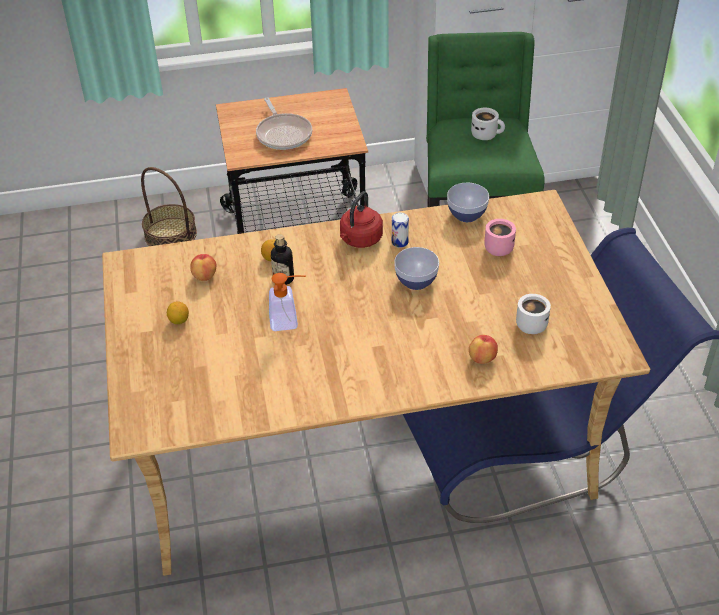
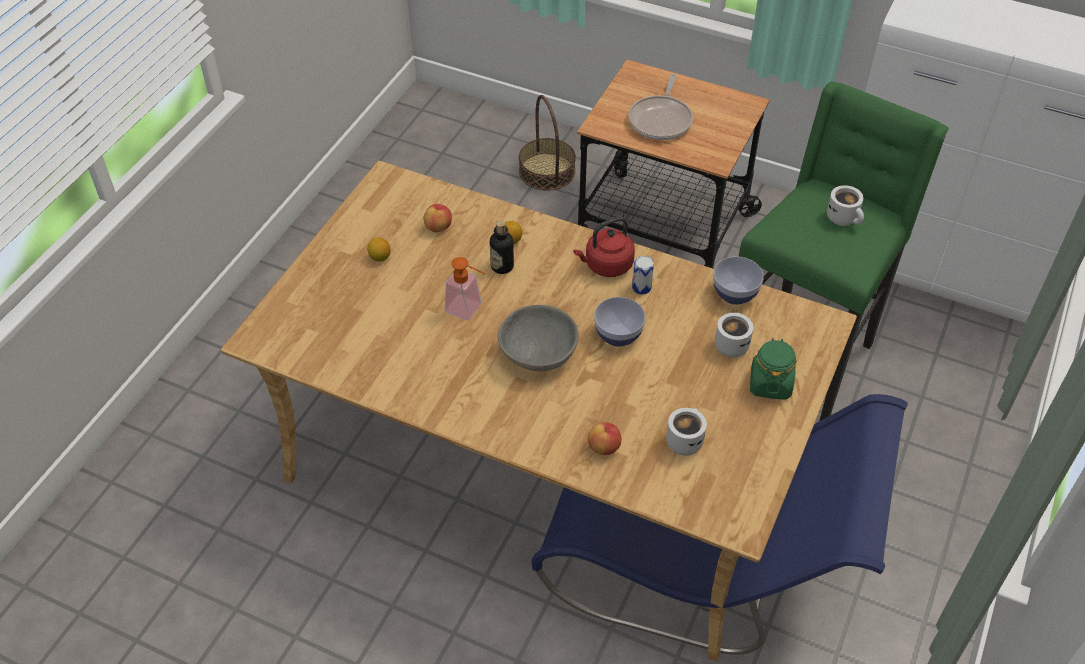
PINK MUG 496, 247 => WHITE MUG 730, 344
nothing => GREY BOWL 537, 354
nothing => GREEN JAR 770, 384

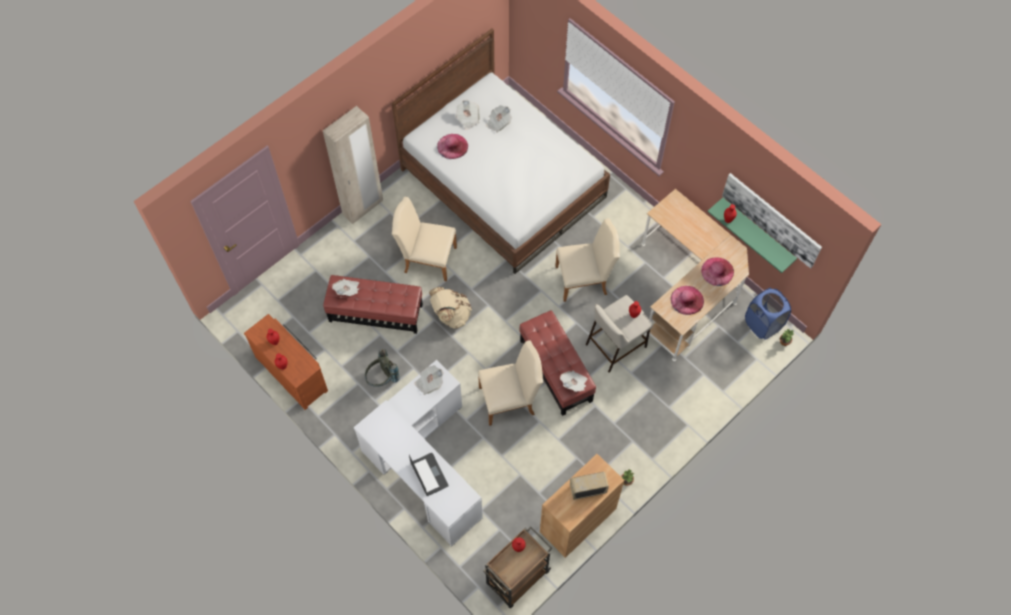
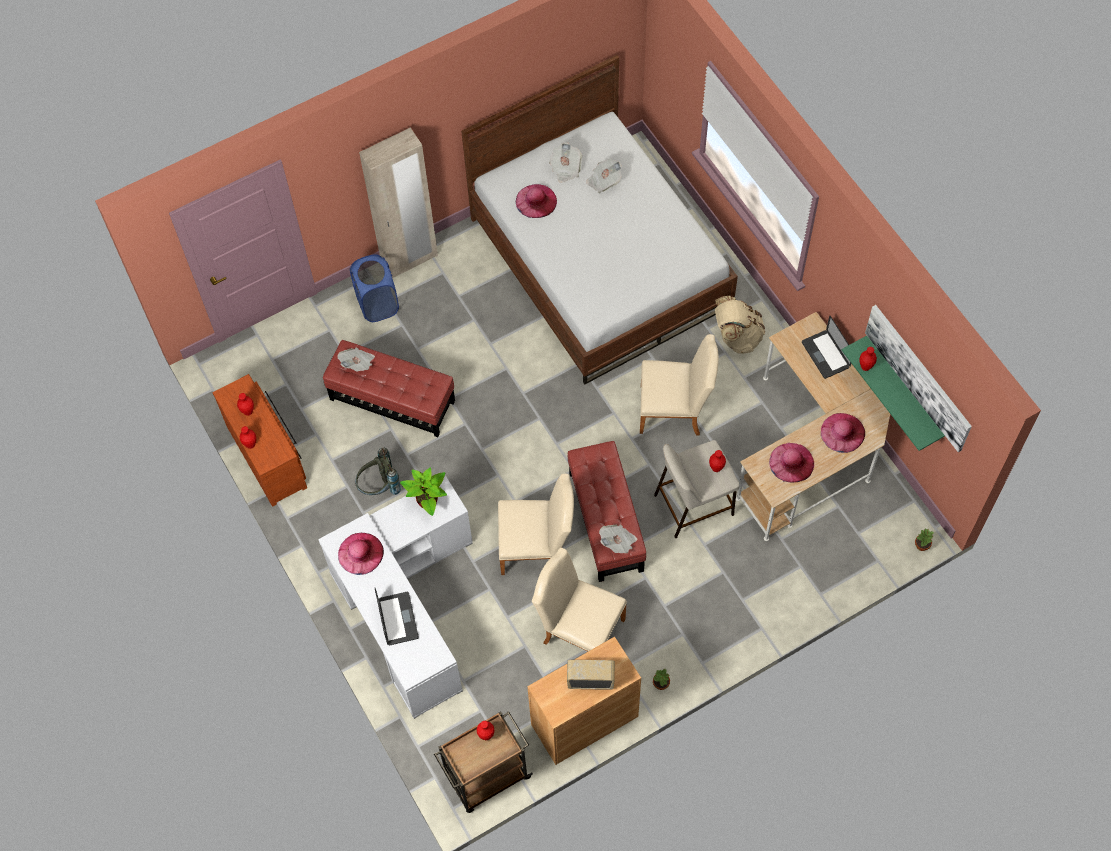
BEIGE CHAIR 426, 258 => BEIGE CHAIR 579, 628, relocated
NEWSPAPER 429, 383 => POTTED PLANT 428, 502
BEIGE BACKPACK 451, 315 => BEIGE BACKPACK 736, 336, relocated
BLUE LAUNDRY BASKET 763, 324 => BLUE LAUNDRY BASKET 377, 304, relocated
nothing => PINK HAT 360, 553
nothing => LAPTOP 825, 355

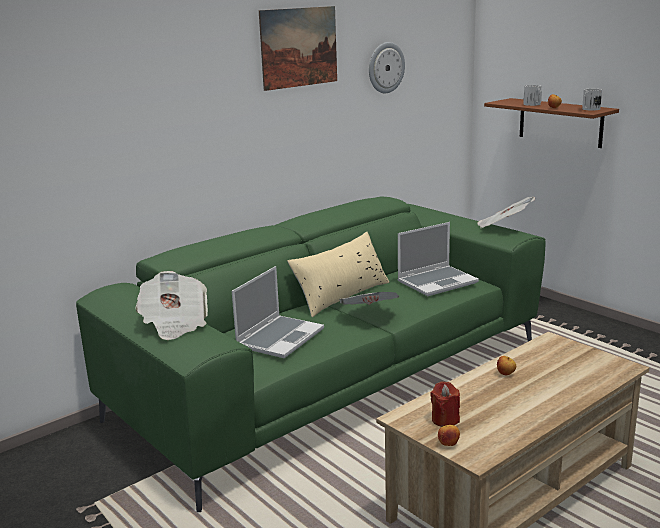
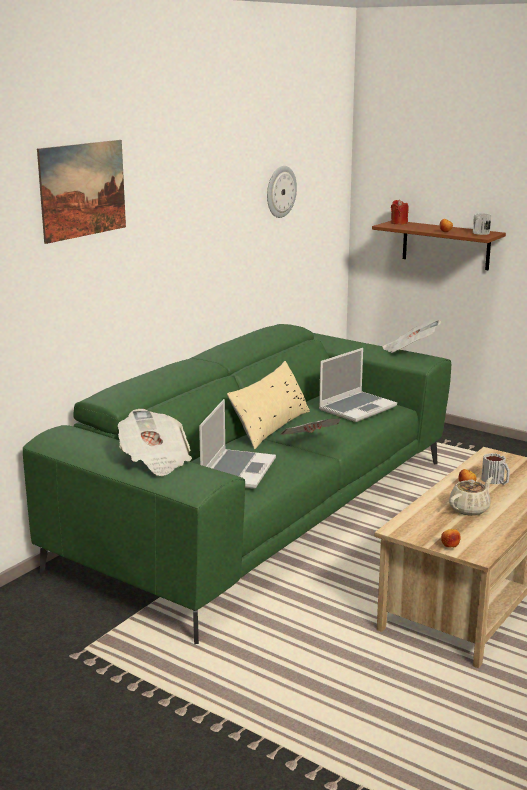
PICTURE 299, 47 => PICTURE 83, 190, relocated
RED CANDLE 445, 420 => RED CANDLE 399, 223, relocated
MUG 533, 105 => MUG 496, 481, relocated
nothing => BEIGE TEAPOT 469, 509

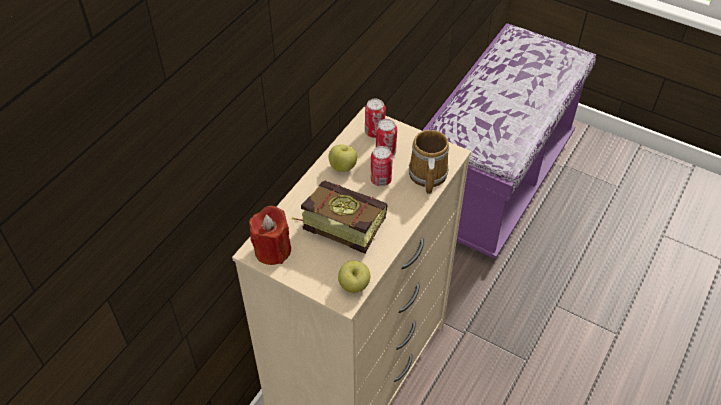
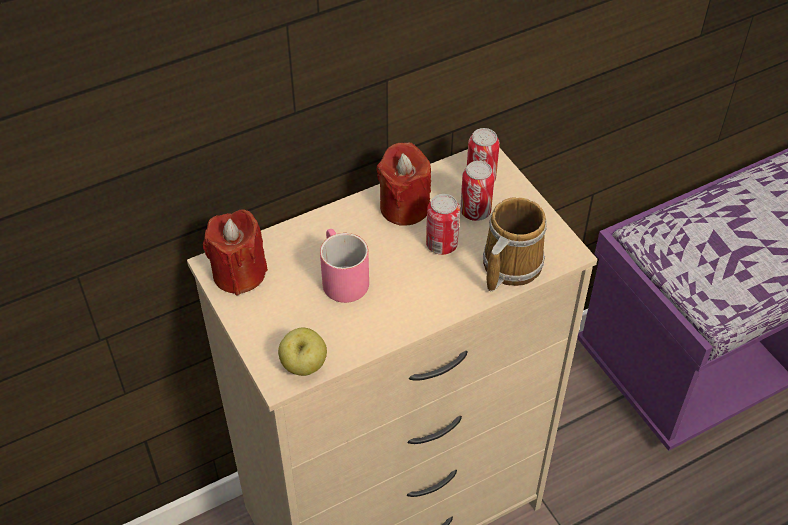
BOOK 336, 225 => PINK MUG 340, 278
APPLE 343, 167 => RED CANDLE 404, 207

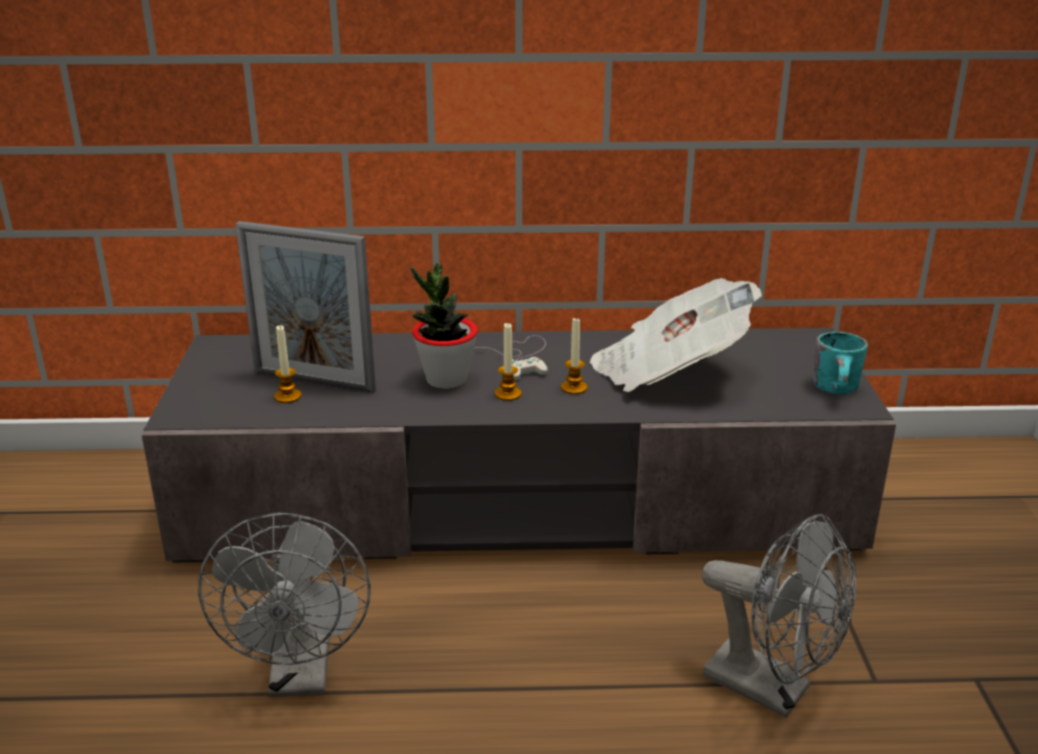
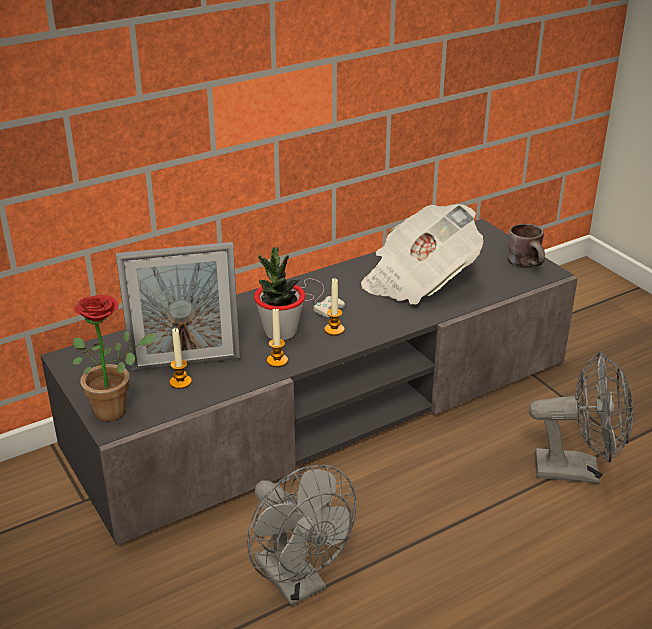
CANDLE 574, 388 => CANDLE 277, 361, relocated
TURQUOISE MUG 840, 390 => BROWN MUG 528, 264
nothing => POTTED PLANT 117, 409

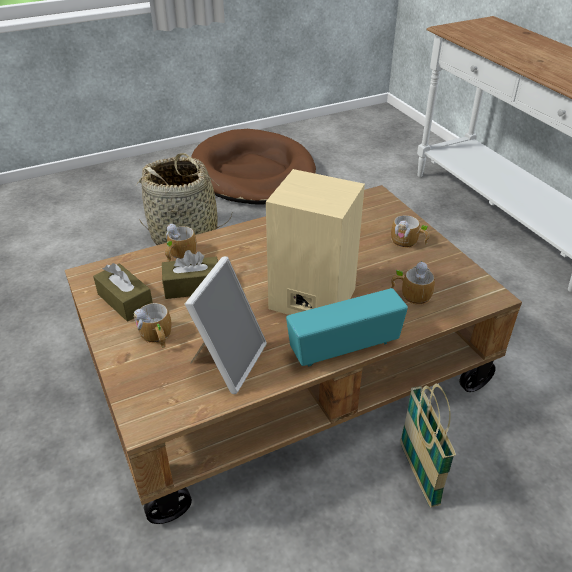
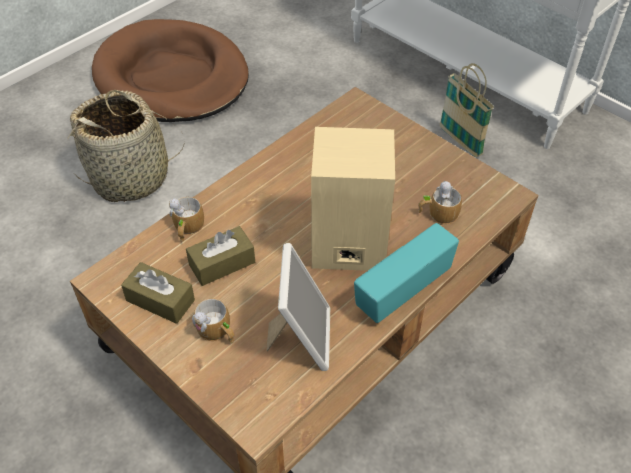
MUG 408, 242 => nothing
BASKET 418, 474 => BASKET 460, 141, relocated

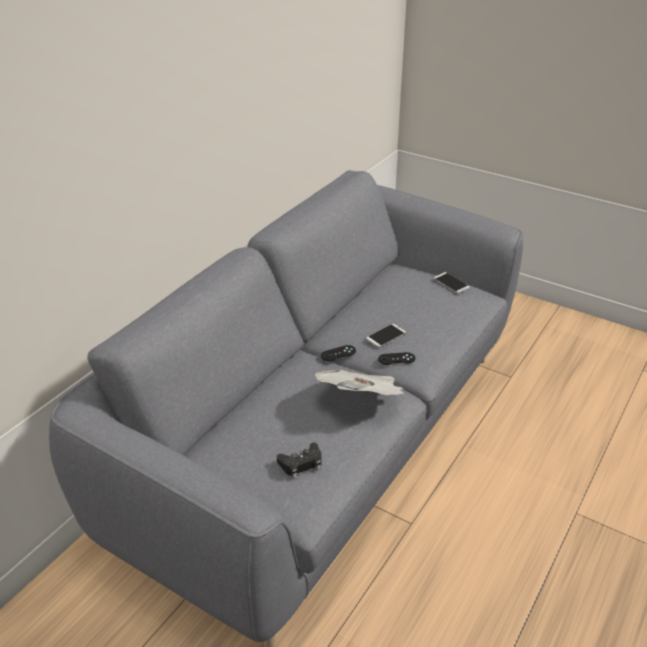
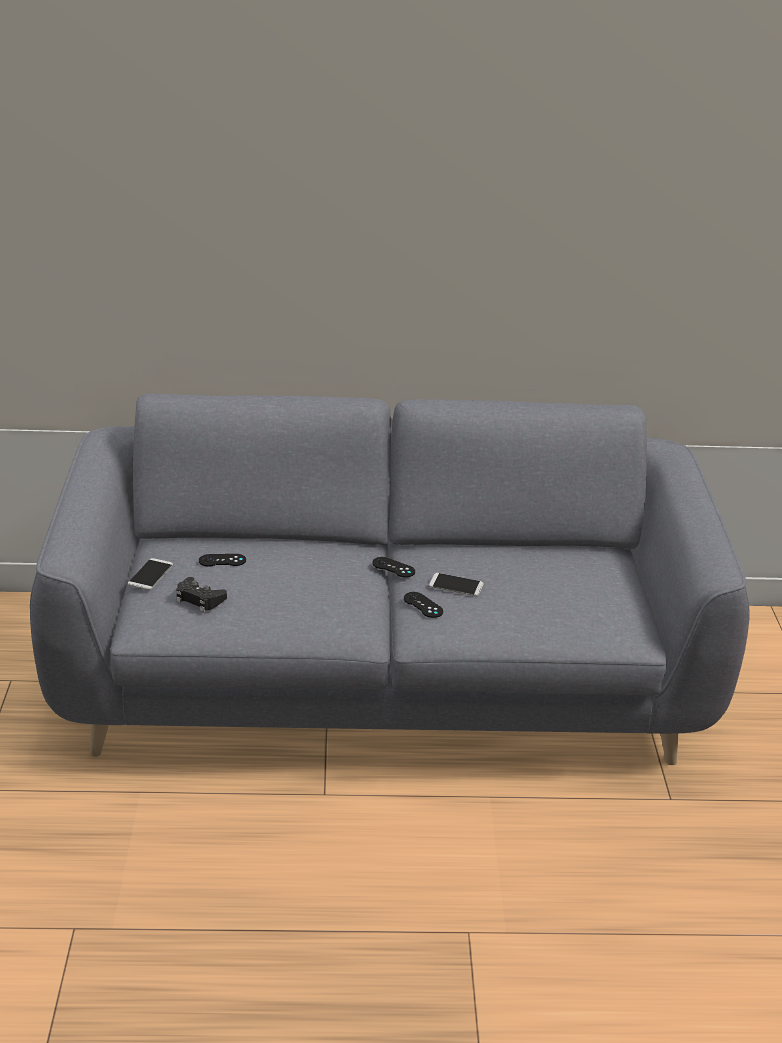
NEWSPAPER 362, 400 => nothing
PHONE 451, 283 => PHONE 150, 575, relocated
nothing => BLACK GAME CONTROLLER 222, 560

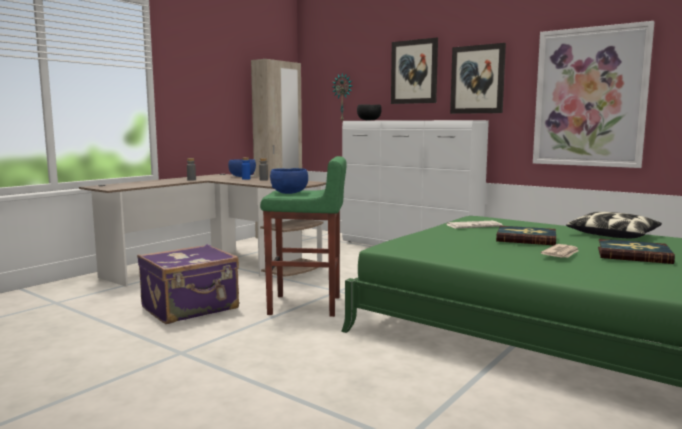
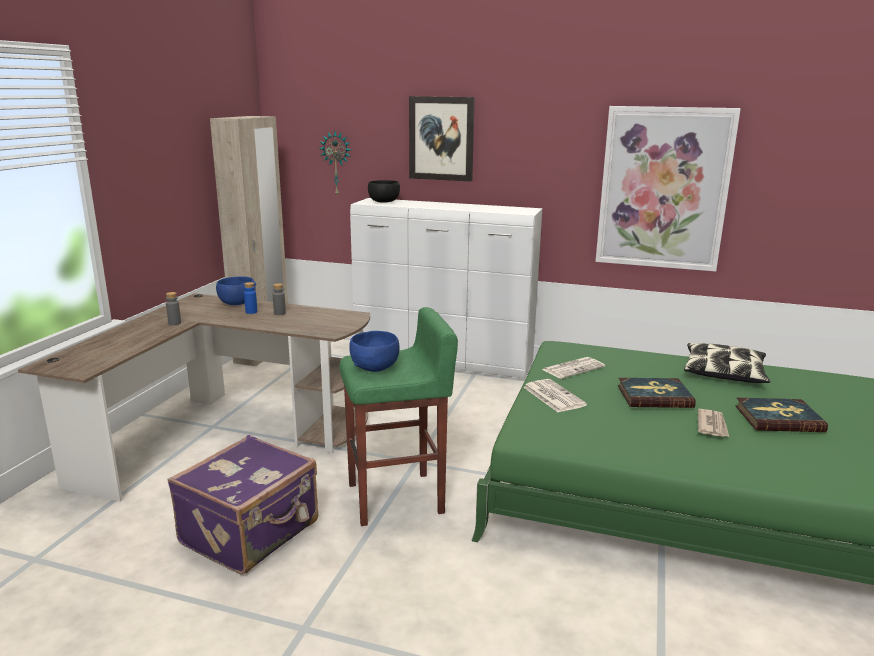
PICTURE 477, 79 => nothing
nothing => NEWSPAPER 552, 396

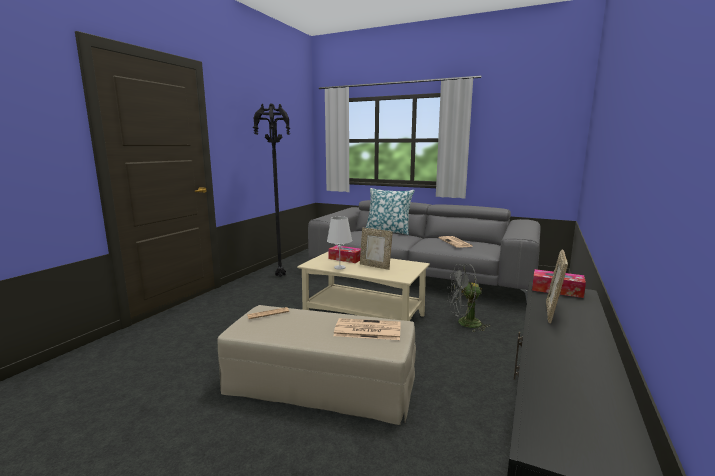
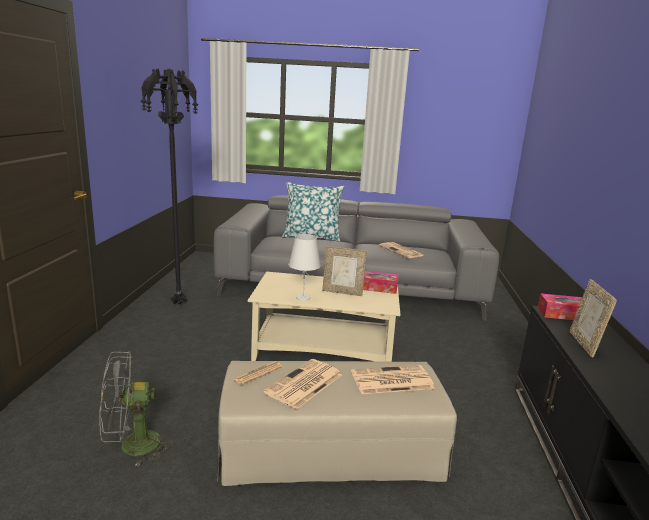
TISSUE BOX 345, 259 => TISSUE BOX 377, 288, relocated
GREY FAN 464, 324 => GREY FAN 131, 447, relocated
nothing => NEWSPAPER 304, 384

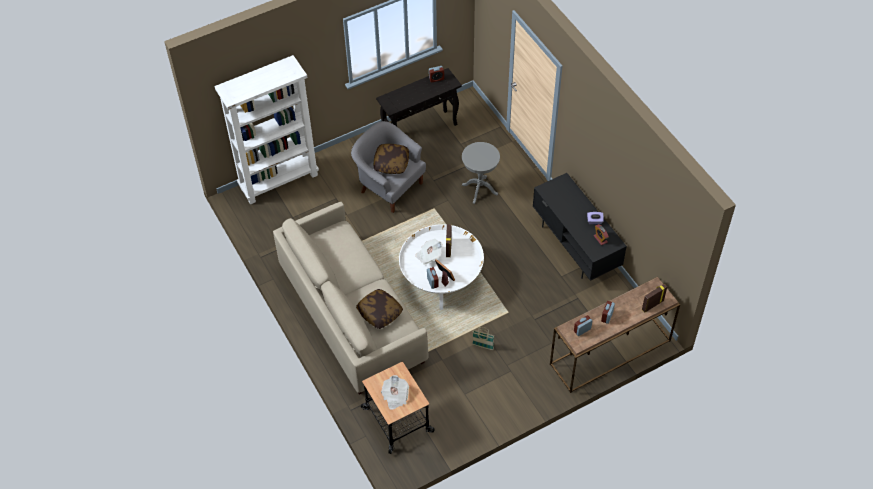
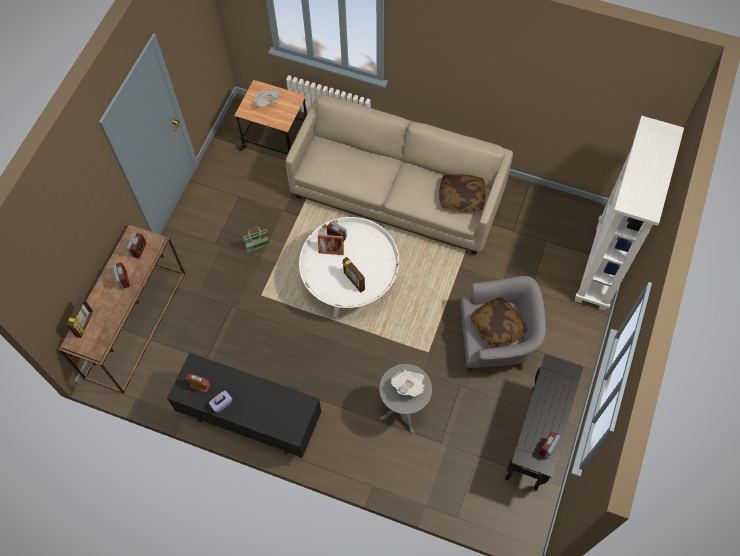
PILLOW 379, 313 => PILLOW 461, 197, relocated
NEWSPAPER 429, 255 => NEWSPAPER 409, 385, relocated

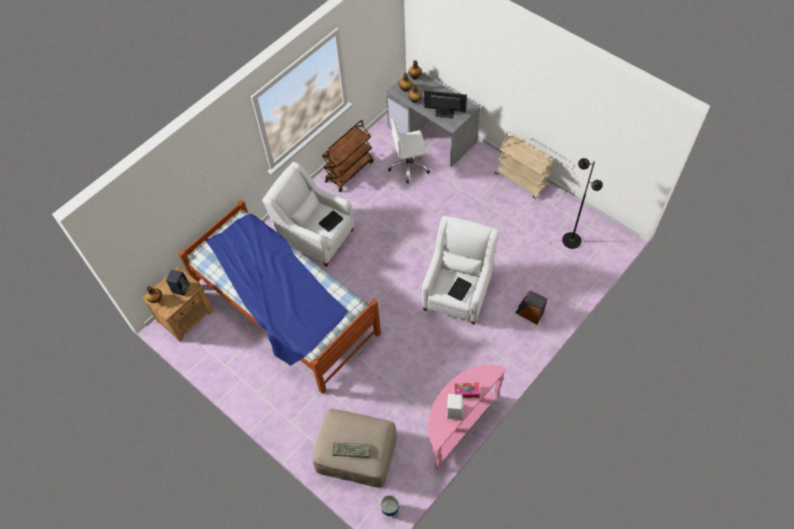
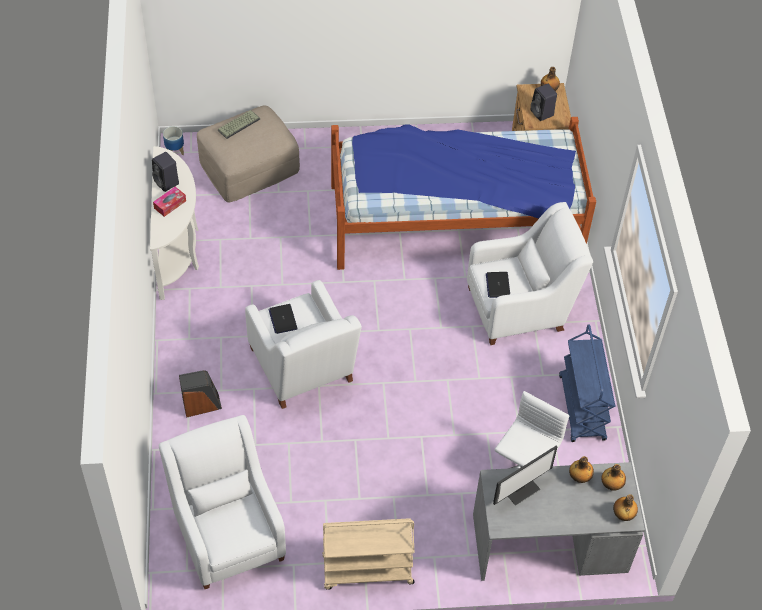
BROWN CART 349, 171 => BLUE CART 582, 408
PINK CONSOLE TABLE 458, 424 => WHITE CONSOLE TABLE 178, 250
WHITE SPEAKER 454, 411 => BLACK SPEAKER 167, 183
BLACK FLOOR LAMP 571, 240 => WHITE ARMCHAIR 228, 533

